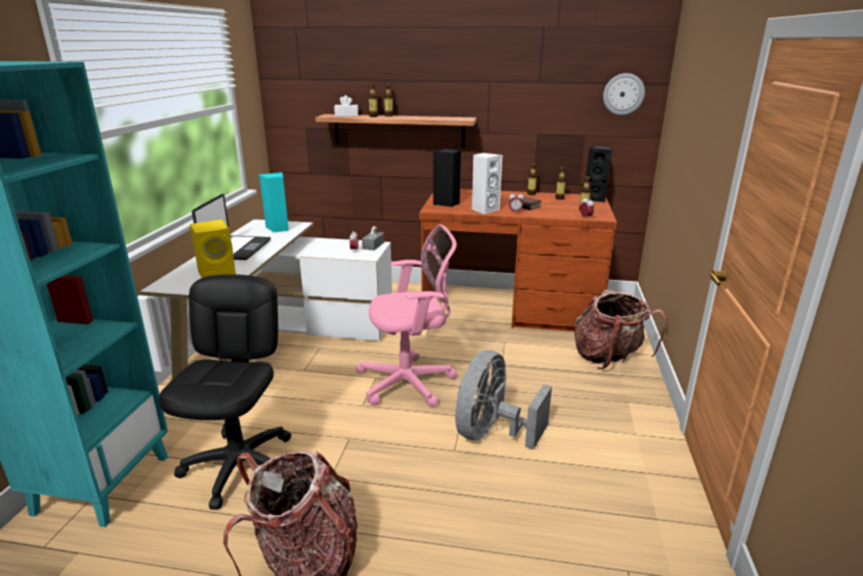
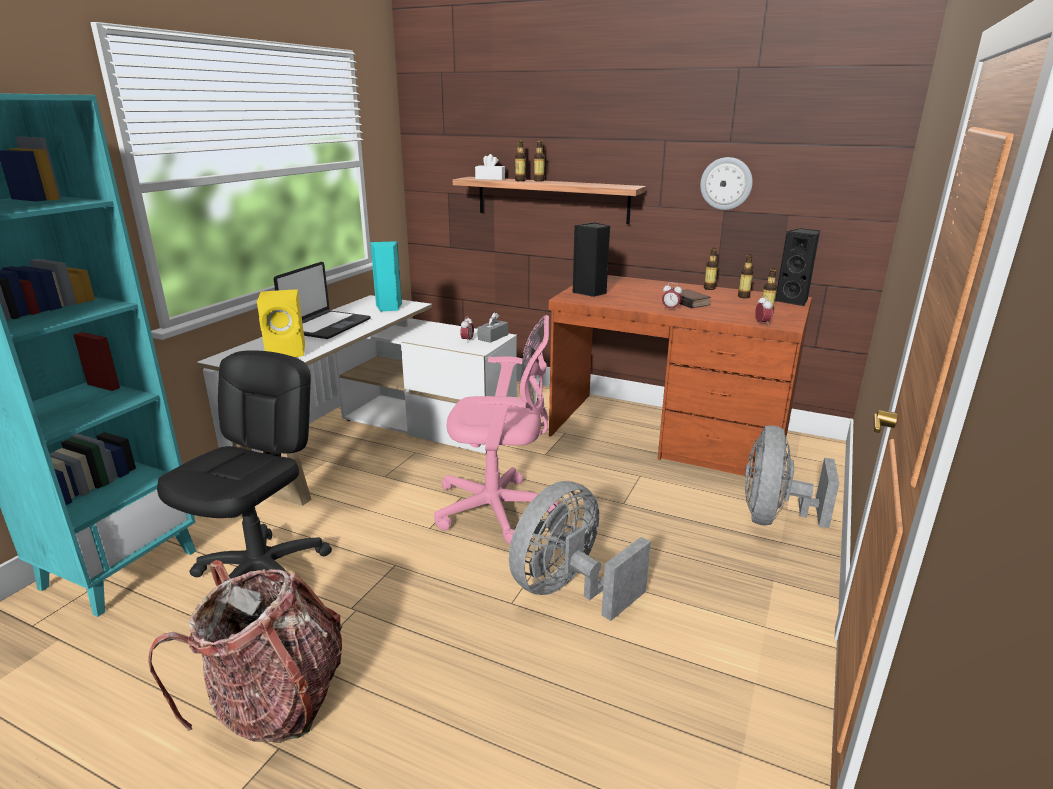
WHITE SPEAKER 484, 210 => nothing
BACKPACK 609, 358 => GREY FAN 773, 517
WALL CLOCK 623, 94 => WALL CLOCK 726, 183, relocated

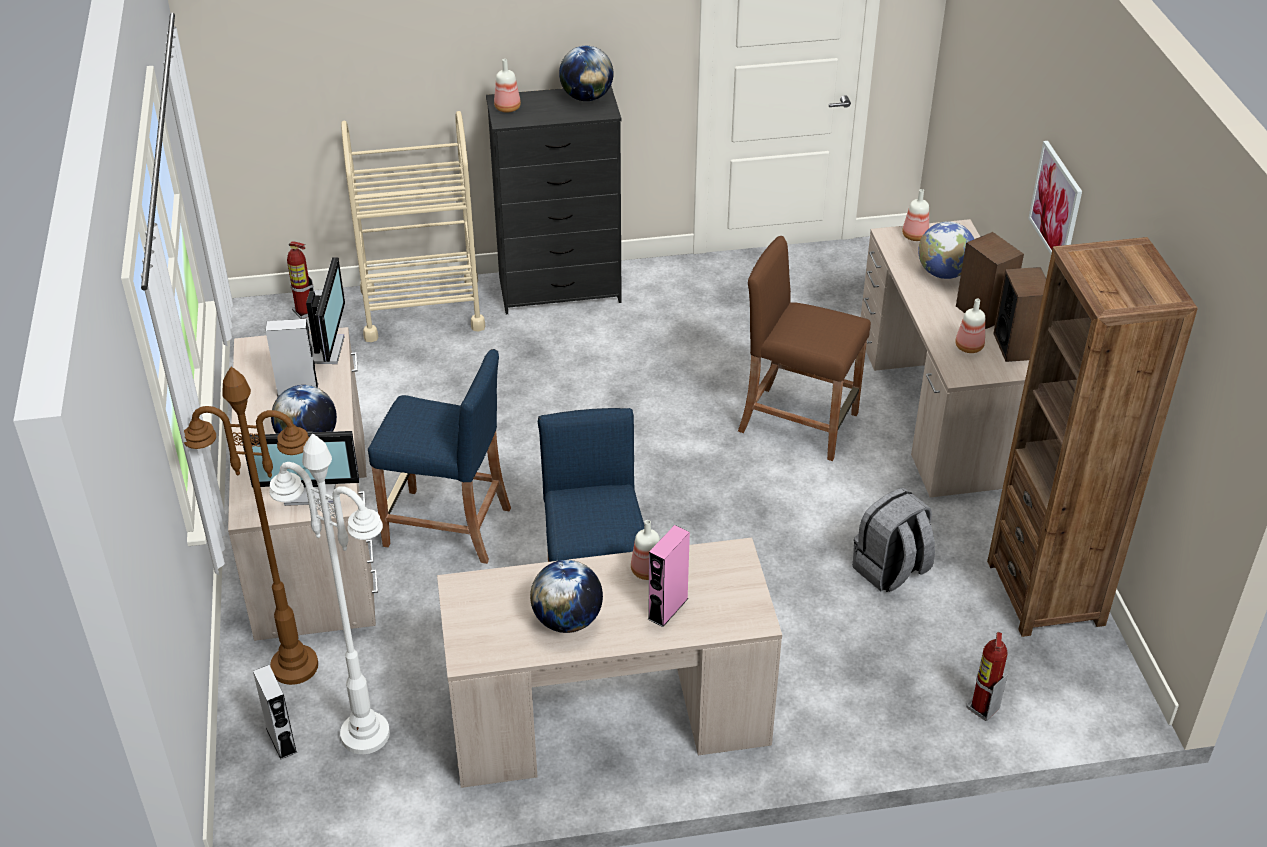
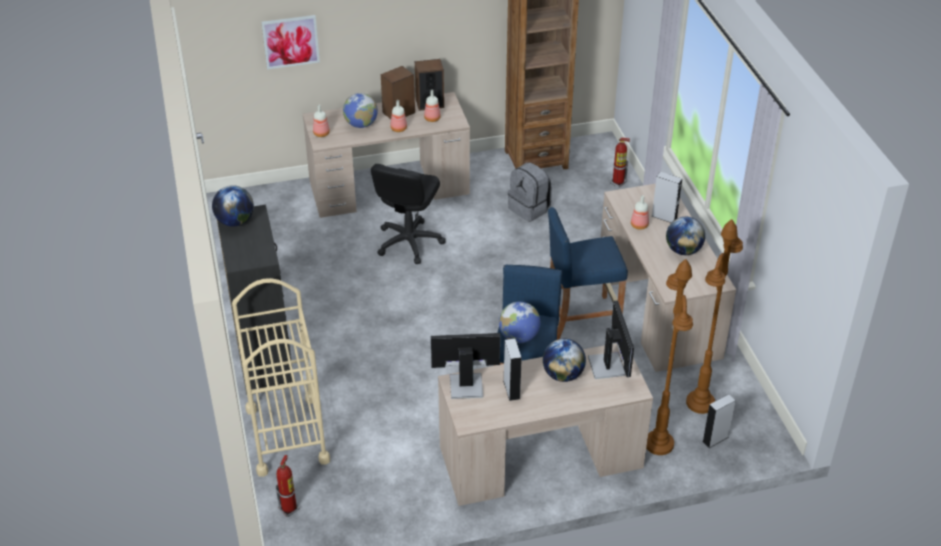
WHITE FLOOR LAMP 364, 734 => BROWN FLOOR LAMP 700, 403
BOTTLE 507, 107 => BOTTLE 398, 129, relocated
PINK SPEAKER 668, 608 => GREY SPEAKER 664, 217
BROWN STOOL 798, 422 => BLACK OFFICE CHAIR 409, 242
PICTURE 1056, 205 => PICTURE 290, 41, relocated
nothing => GLOBE 519, 337

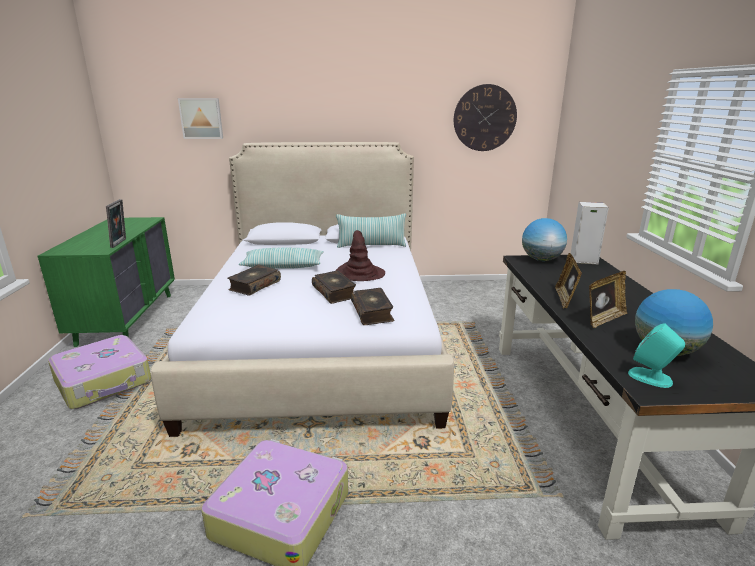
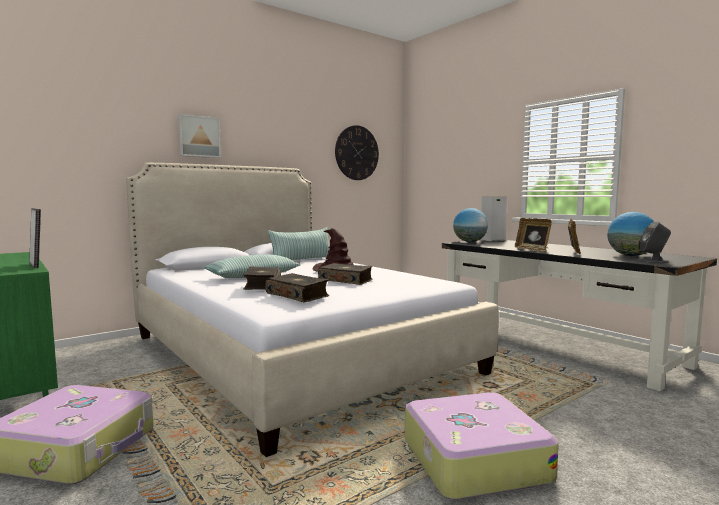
PICTURE 201, 118 => PICTURE 199, 136, relocated
BOOK 372, 312 => BOOK 298, 295, relocated
TURQUOISE SPEAKER 650, 377 => GREY SPEAKER 653, 261

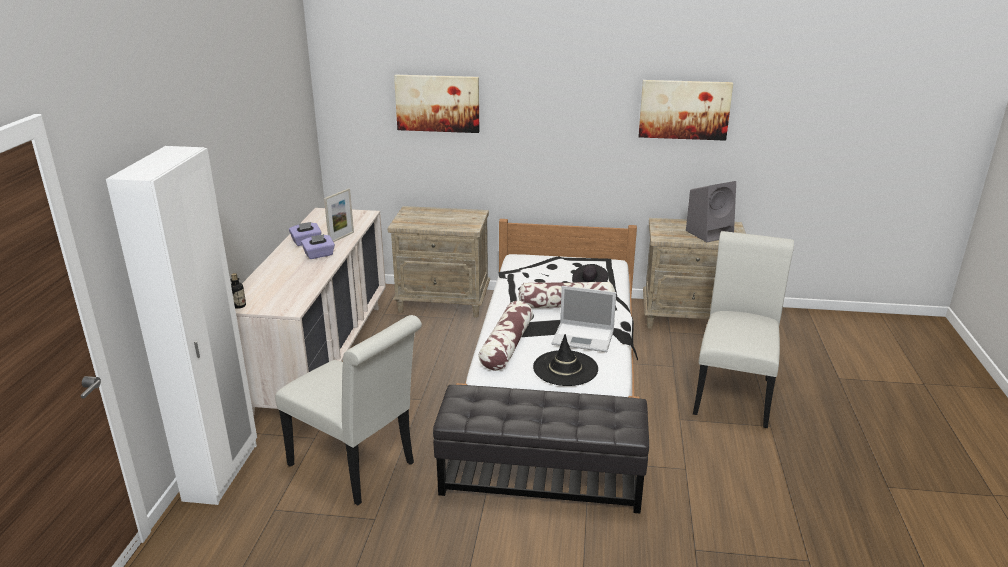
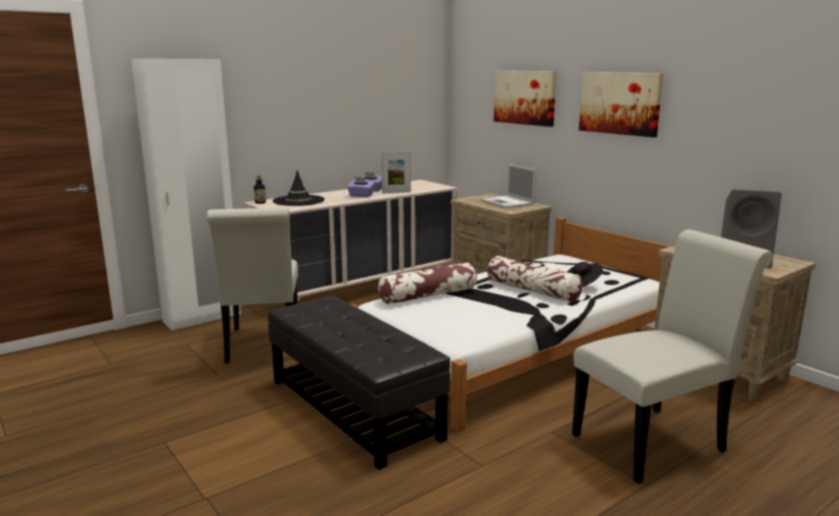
BLACK HAT 565, 368 => BLACK HAT 298, 201, relocated
LAPTOP 584, 337 => LAPTOP 508, 202, relocated
PICTURE 684, 109 => PICTURE 620, 103, relocated

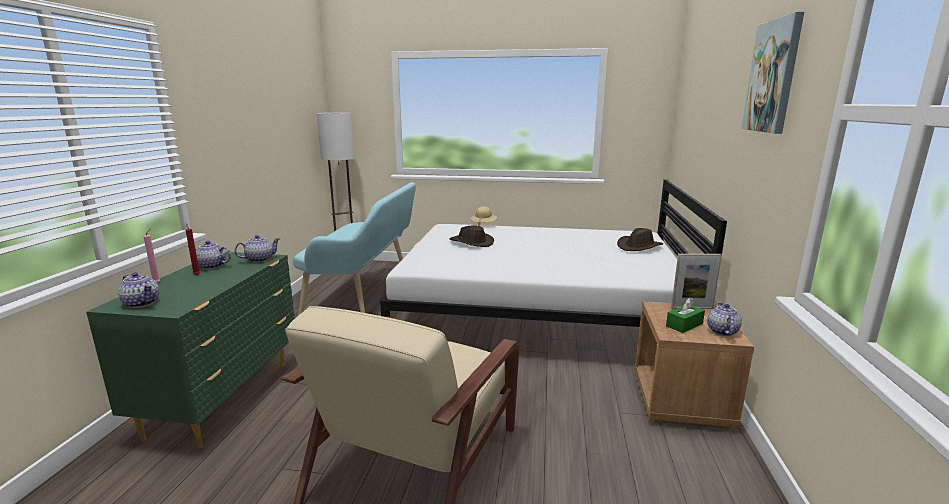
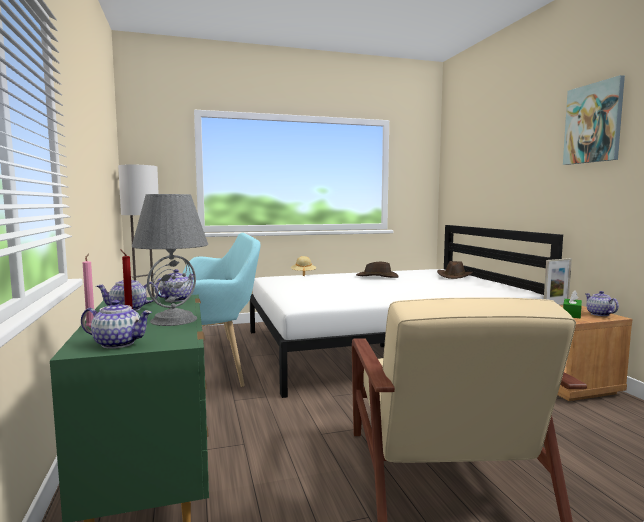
BROWN HAT 471, 242 => BROWN HAT 377, 277, relocated
nothing => GREY TABLE LAMP 174, 319

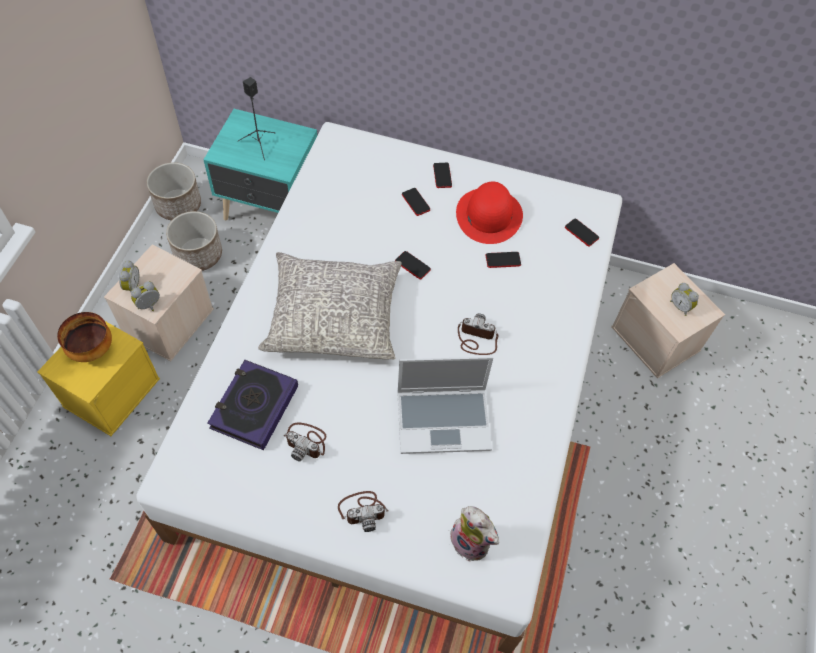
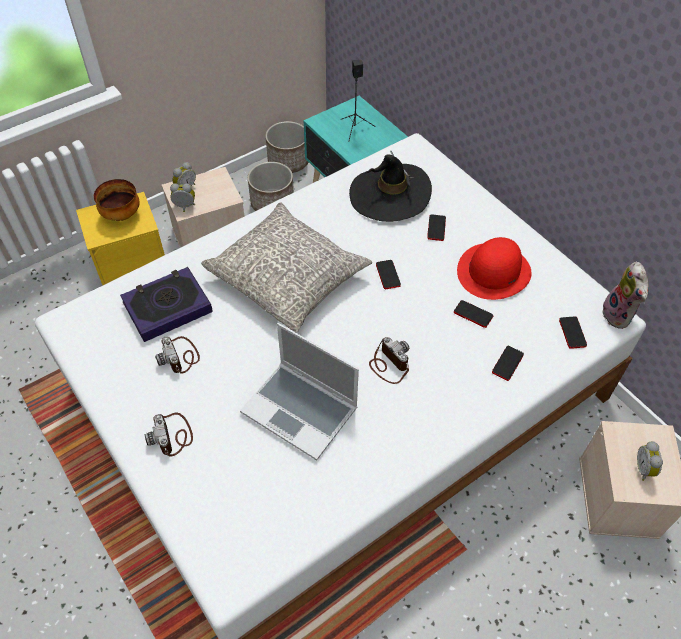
PHOTO CAMERA 363, 510 => PHOTO CAMERA 172, 436, 45 degrees clockwise
PHONE 442, 176 => PHONE 507, 363, relocated
PLUSH TOY 472, 542 => PLUSH TOY 619, 315, relocated
nothing => BLACK HAT 389, 195

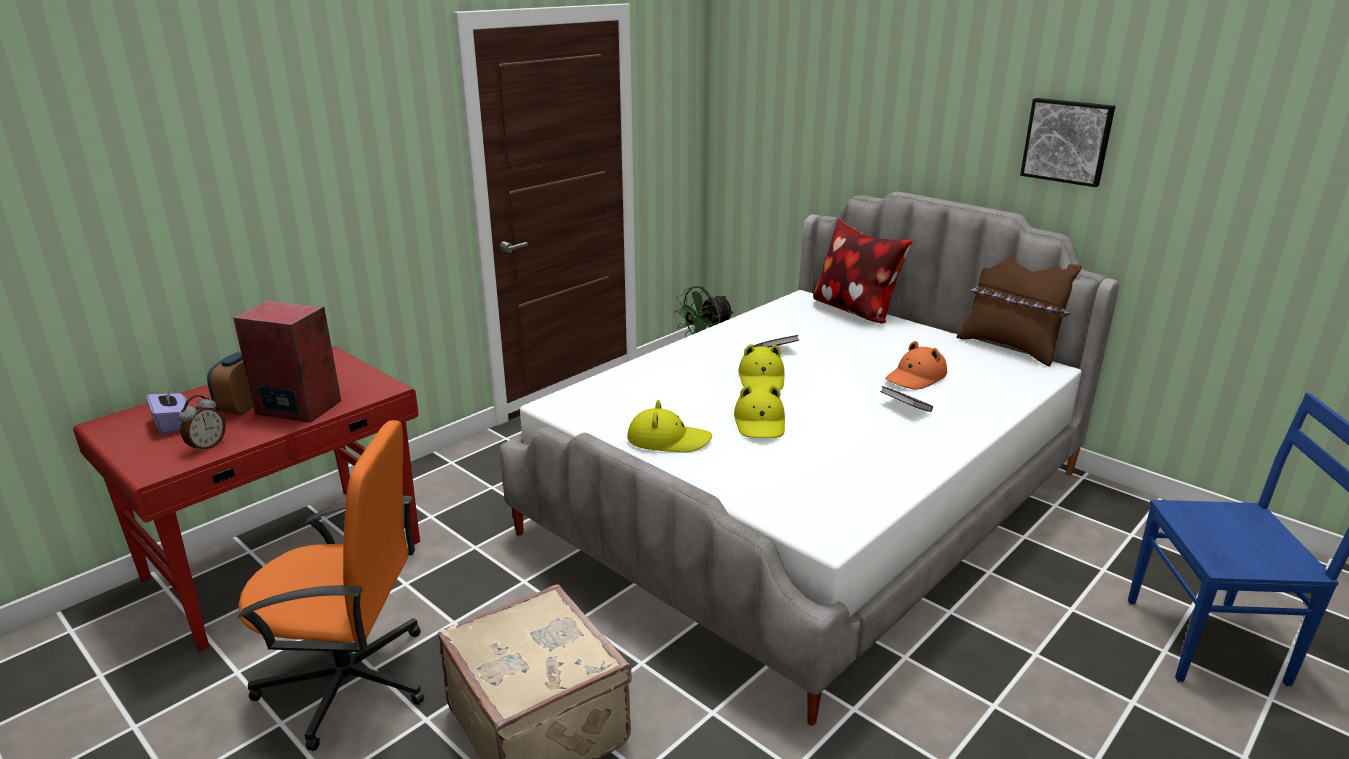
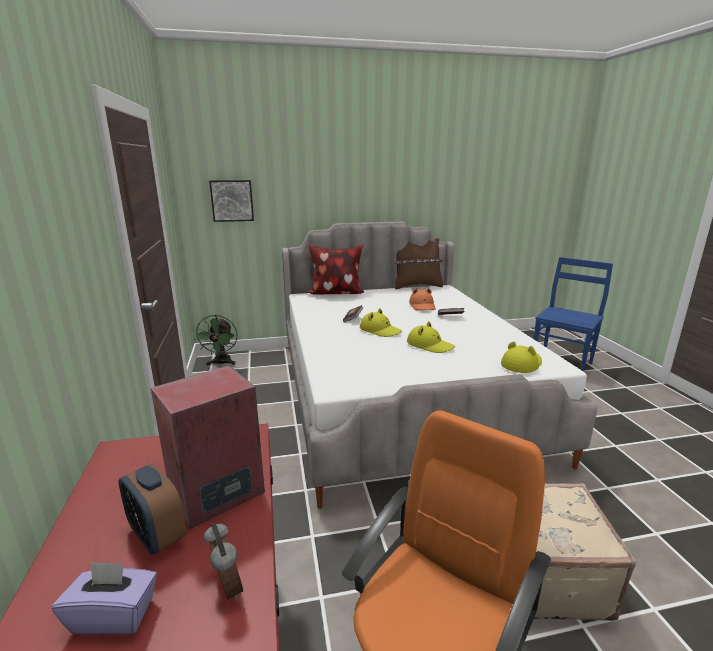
YELLOW HAT 668, 440 => YELLOW HAT 521, 364, relocated
PICTURE 1067, 141 => PICTURE 232, 200, relocated

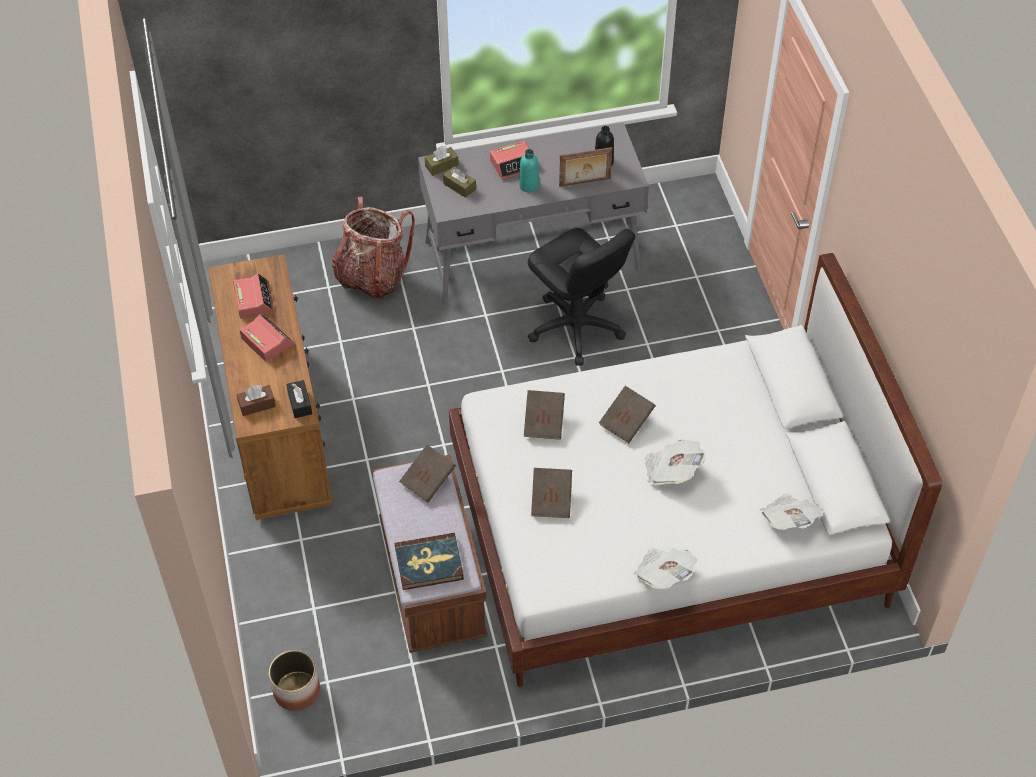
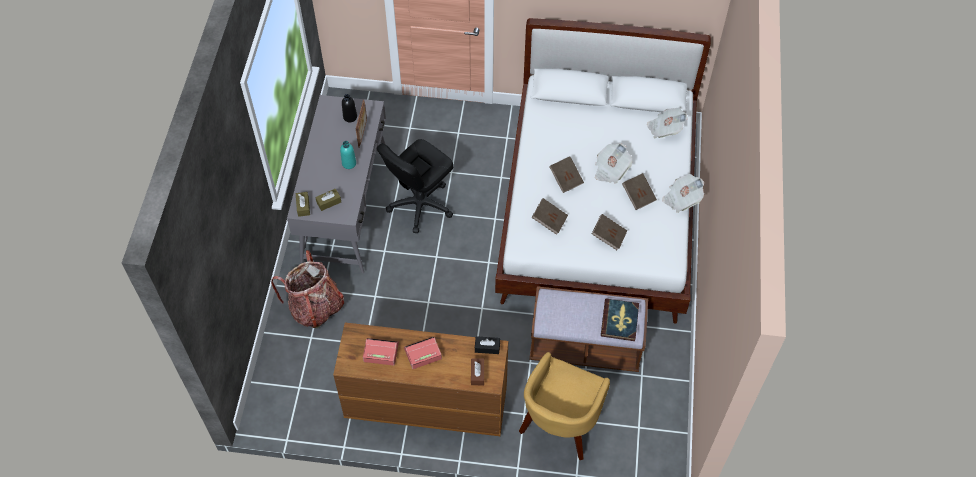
PLANTER 297, 690 => nothing
BROWN BOOK 428, 481 => BROWN BOOK 638, 196, relocated
ALARM CLOCK 513, 164 => nothing
BLACK OFFICE CHAIR 575, 328 => BLACK OFFICE CHAIR 420, 205, 150 degrees clockwise
nothing => YELLOW ARMCHAIR 560, 424

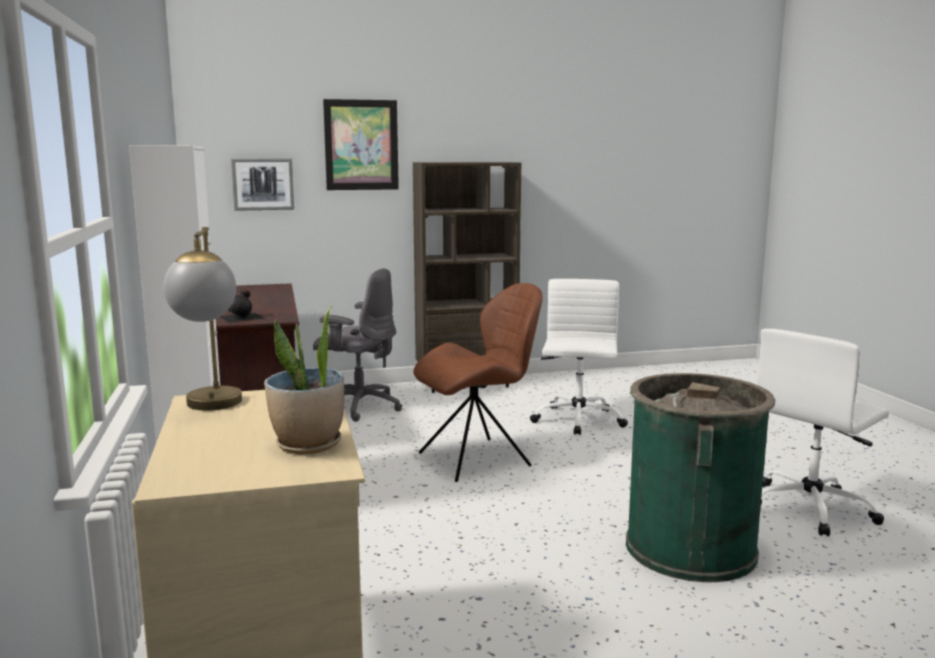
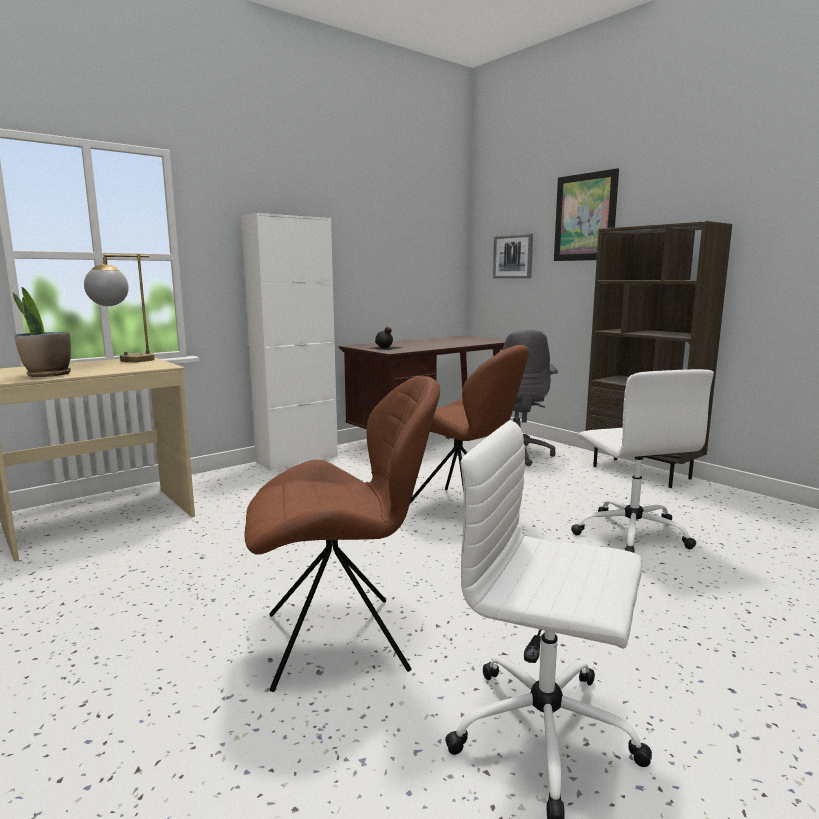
WHITE OFFICE CHAIR 578, 420 => WHITE OFFICE CHAIR 631, 533, 90 degrees clockwise
GREEN TRASH CAN 690, 548 => BROWN CHAIR 342, 640

